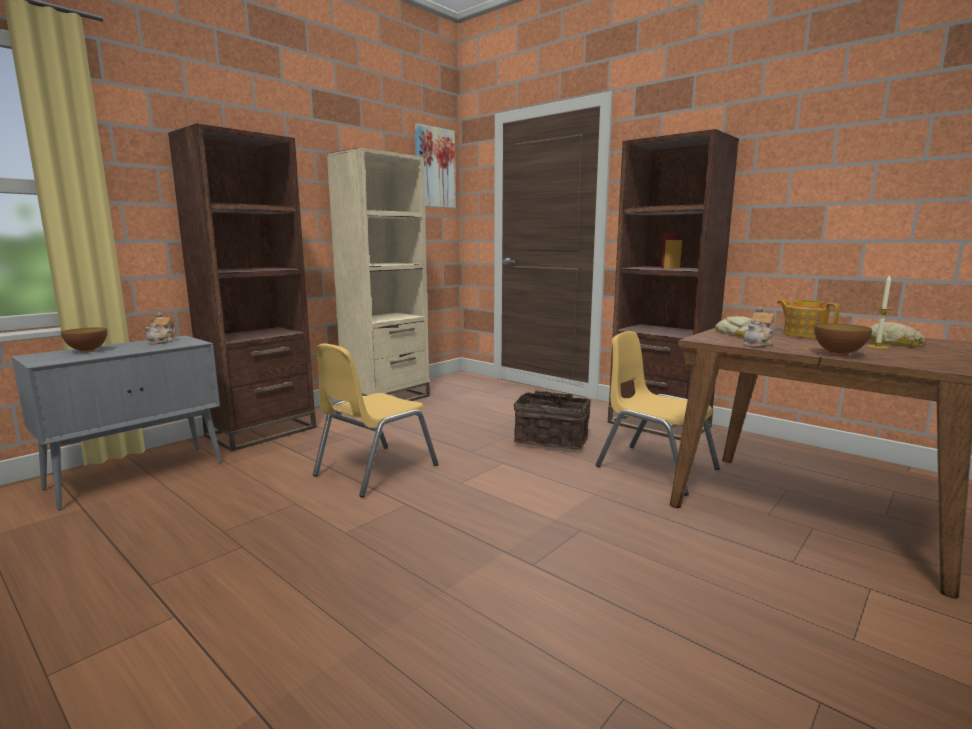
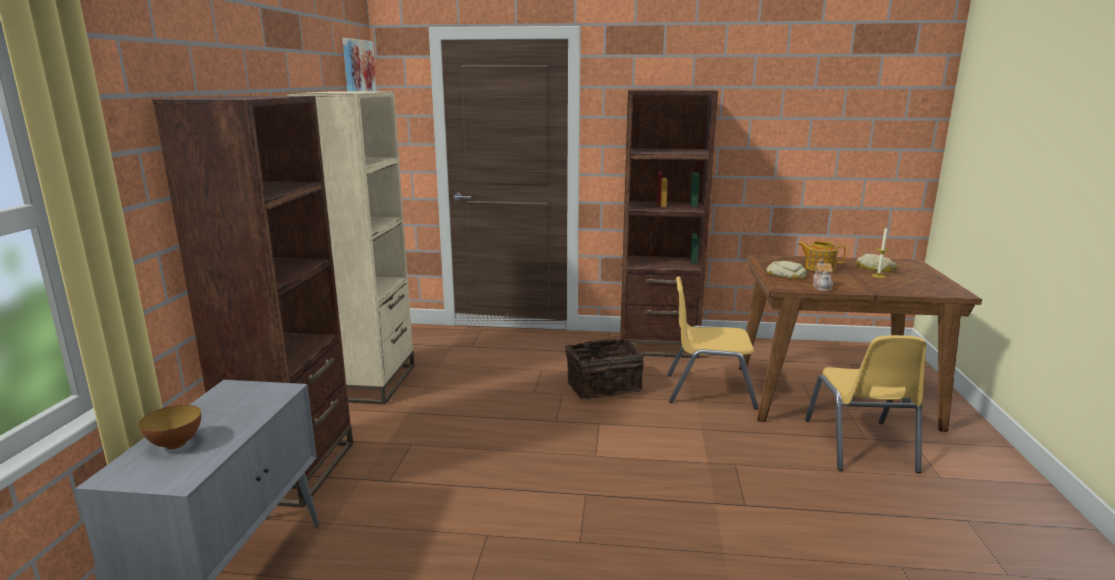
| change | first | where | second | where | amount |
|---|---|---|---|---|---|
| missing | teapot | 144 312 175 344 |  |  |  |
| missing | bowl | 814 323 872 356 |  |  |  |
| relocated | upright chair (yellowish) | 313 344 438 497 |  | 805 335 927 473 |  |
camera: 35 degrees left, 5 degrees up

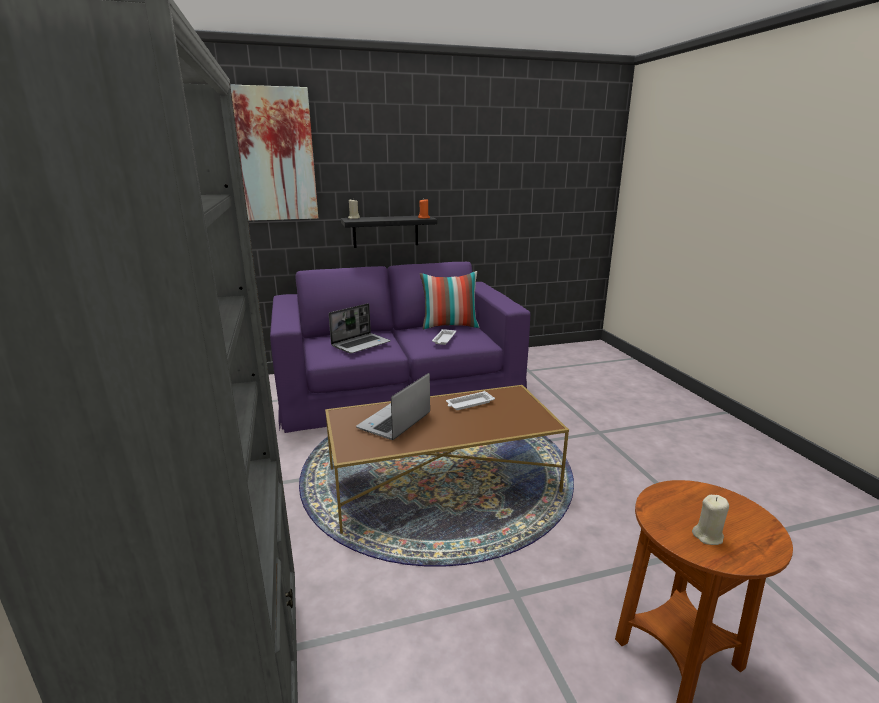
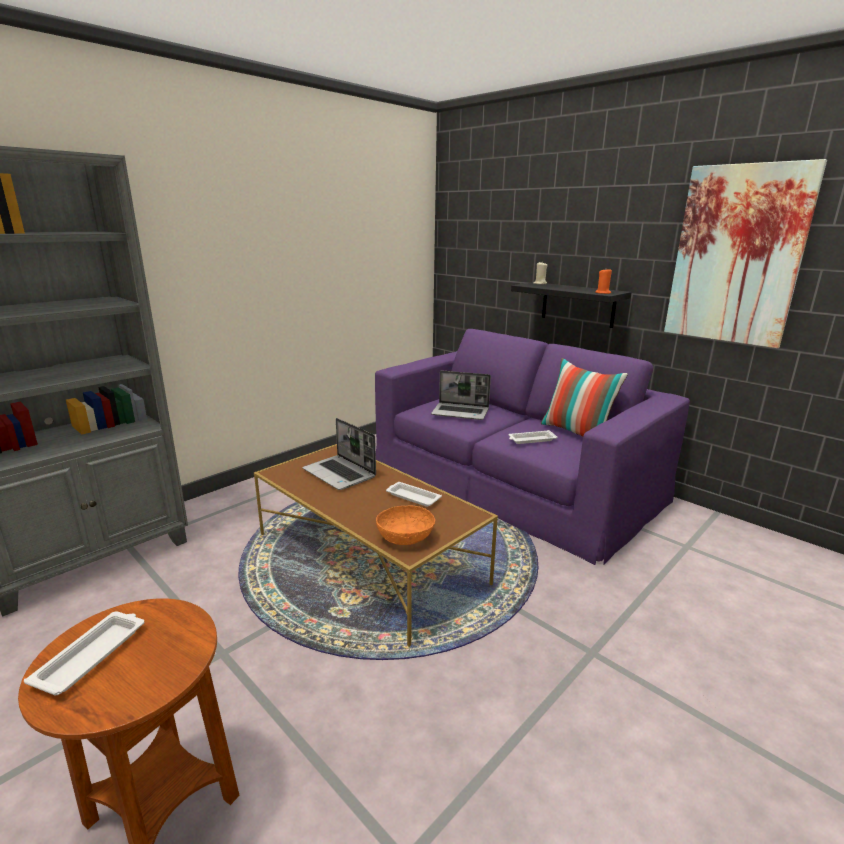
| change | first | where | second | where | amount |
|---|---|---|---|---|---|
| relocated | wall art | 230 84 318 221 |  | 664 159 827 348 |  |
| spun | laptop | 356 373 430 440 |  | 302 418 376 490 | 135 degrees counterclockwise |
| exchanged | wax light (beige-coloured) | 692 495 729 545 | tray (white) | 24 611 144 695 |  |
| appeared |  |  | bowl (orange-coloured) | 376 505 435 545 |  |
camera: 60 degrees right, 0 degrees up

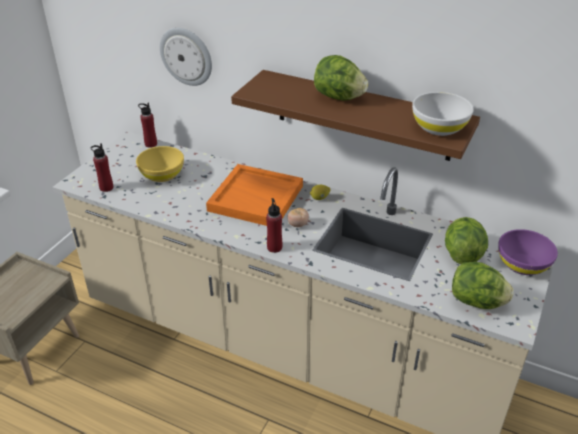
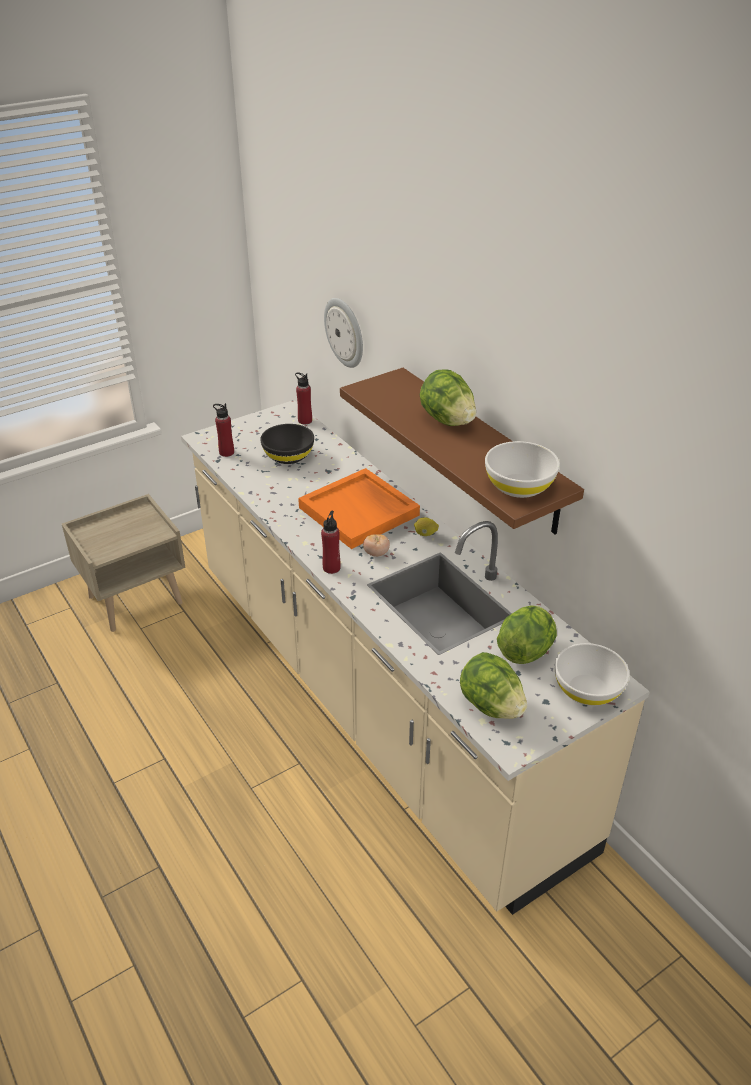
| change | first | where | second | where | amount |
|---|---|---|---|---|---|
| colour | bowl (yellowish) | 136 146 184 182 | bowl (blackish) | 260 424 314 464 |  |
| colour | bowl (purplish) | 498 229 558 275 | bowl (white) | 555 643 629 706 |  |
camera: 30 degrees right, 0 degrees up

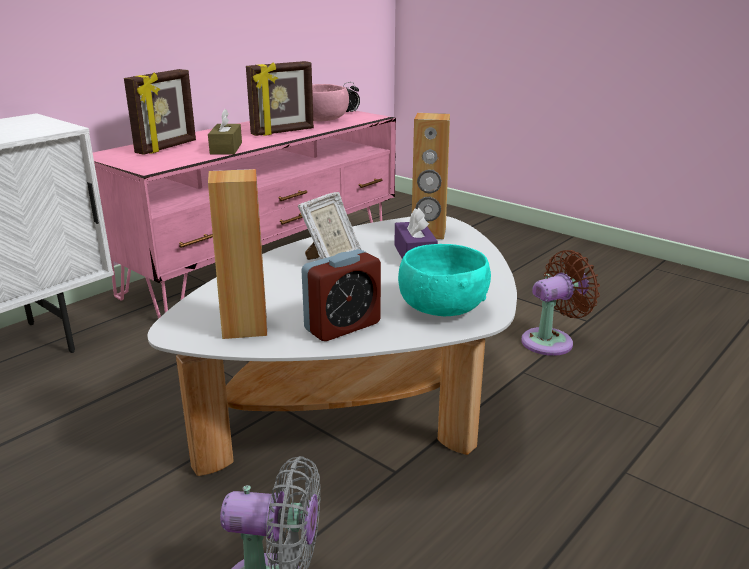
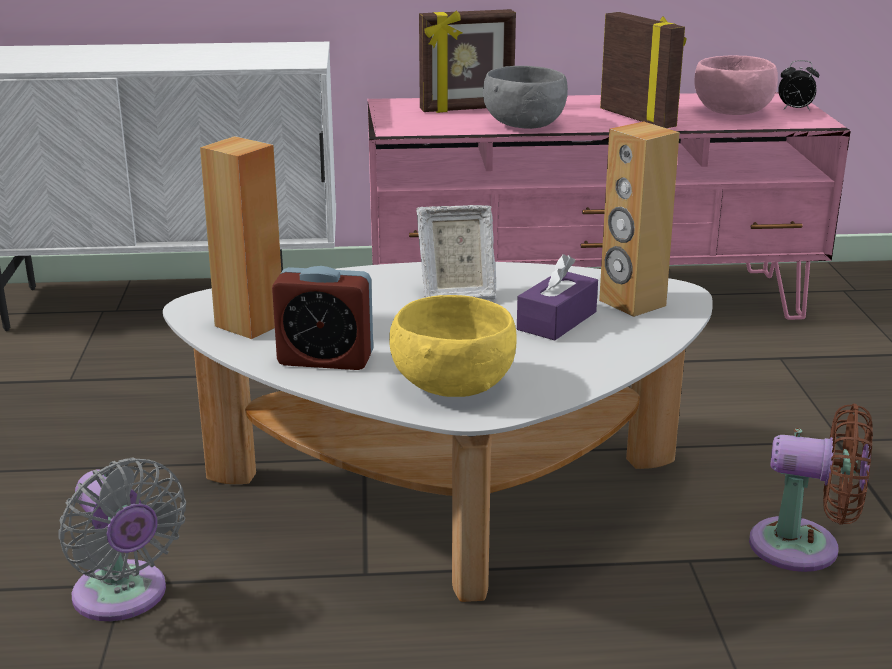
| change | first | where | second | where | amount |
|---|---|---|---|---|---|
| spun | photo frame | 246 61 314 136 |  | 600 12 686 128 | 135 degrees counterclockwise |
| exchanged | tissue holder (brown-coloured) | 208 109 242 154 | bowl (greyish) | 483 66 568 129 |  |
| colour | bowl (turquoise) | 398 244 491 316 | bowl (yellowish) | 389 295 517 397 |  |
camera: 45 degrees right, 0 degrees up

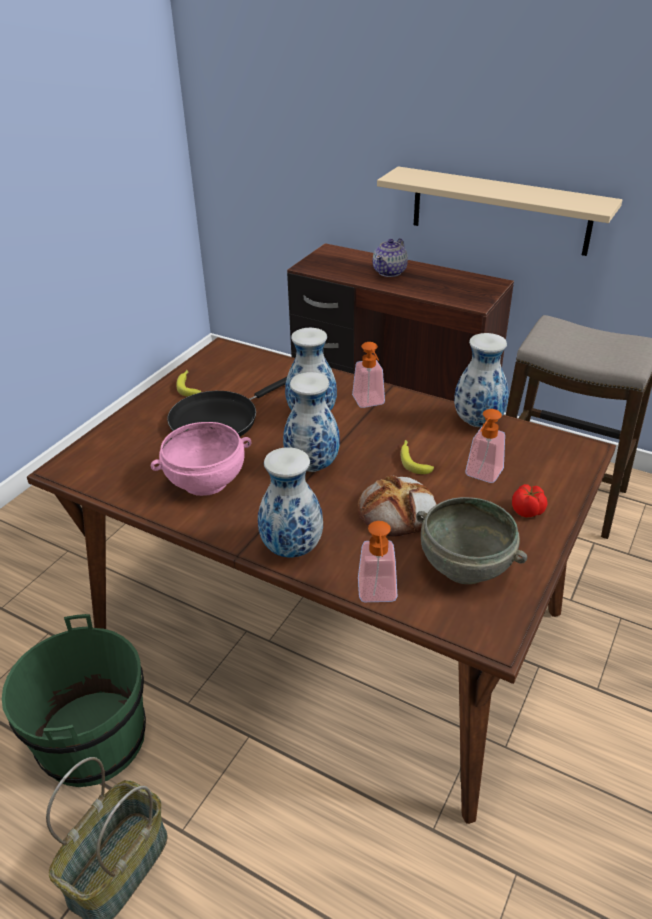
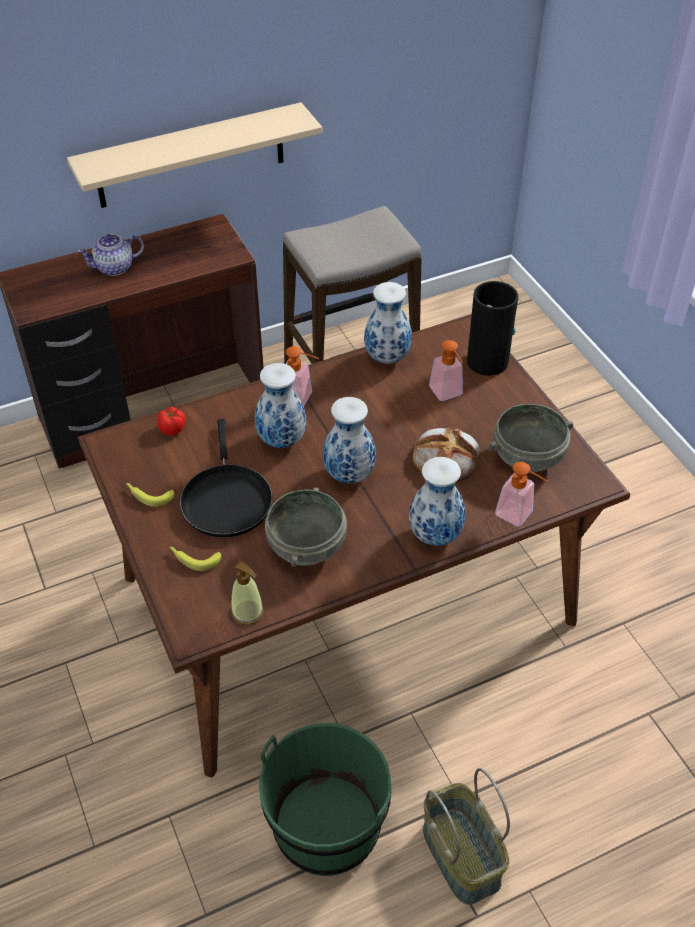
| change | first | where | second | where | amount |
|---|---|---|---|---|---|
| spun | teapot | 373 238 408 277 |  | 77 234 144 276 | 90 degrees clockwise |
| colour | bowl (pink-coloured) | 151 422 252 496 | bowl (greyish) | 265 487 347 567 |  |
| relocated | whole banana | 401 440 434 474 |  | 169 547 221 571 |  |
| relocated | whole tomato | 512 484 547 517 |  | 157 407 186 435 |  |
| appeared |  |  | vase | 467 281 518 376 |  |
| appeared |  |  | liquid soap bottle | 231 561 264 625 |  |
camera: 55 degrees left, 10 degrees up

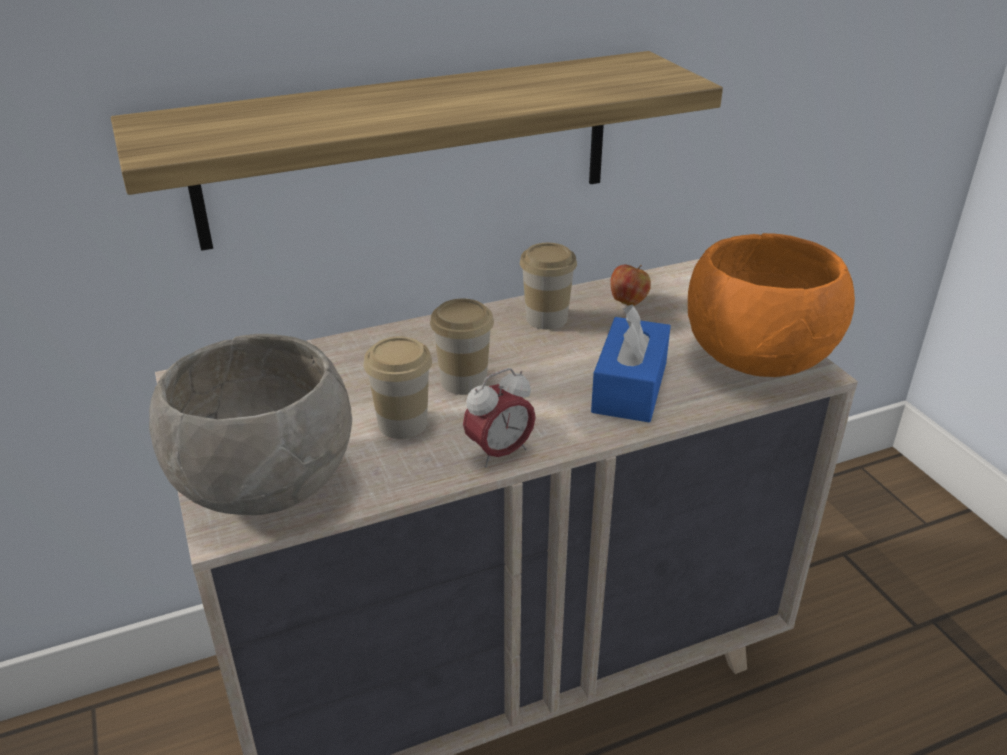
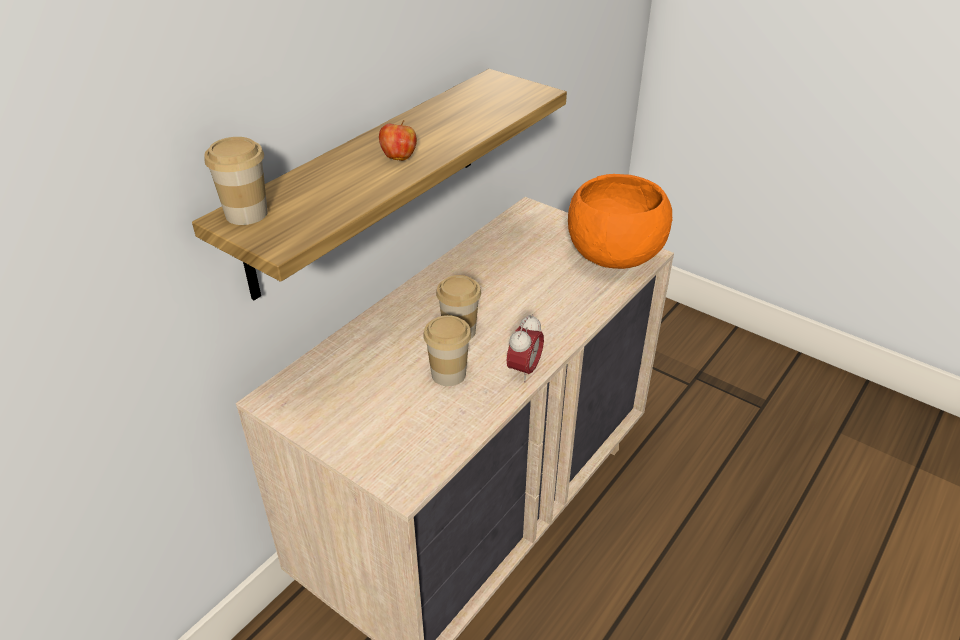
| change | first | where | second | where | amount |
|---|---|---|---|---|---|
| relocated | small cup | 520 243 577 330 |  | 204 137 268 225 |  |
| relocated | whole apple | 610 264 651 306 |  | 379 120 417 161 |  |
| missing | tissue holder (blue-coloured) | 591 304 671 422 |  |  |  |
| missing | bowl (greyish) | 149 334 352 515 |  |  |  |
camera: 30 degrees left, 5 degrees up

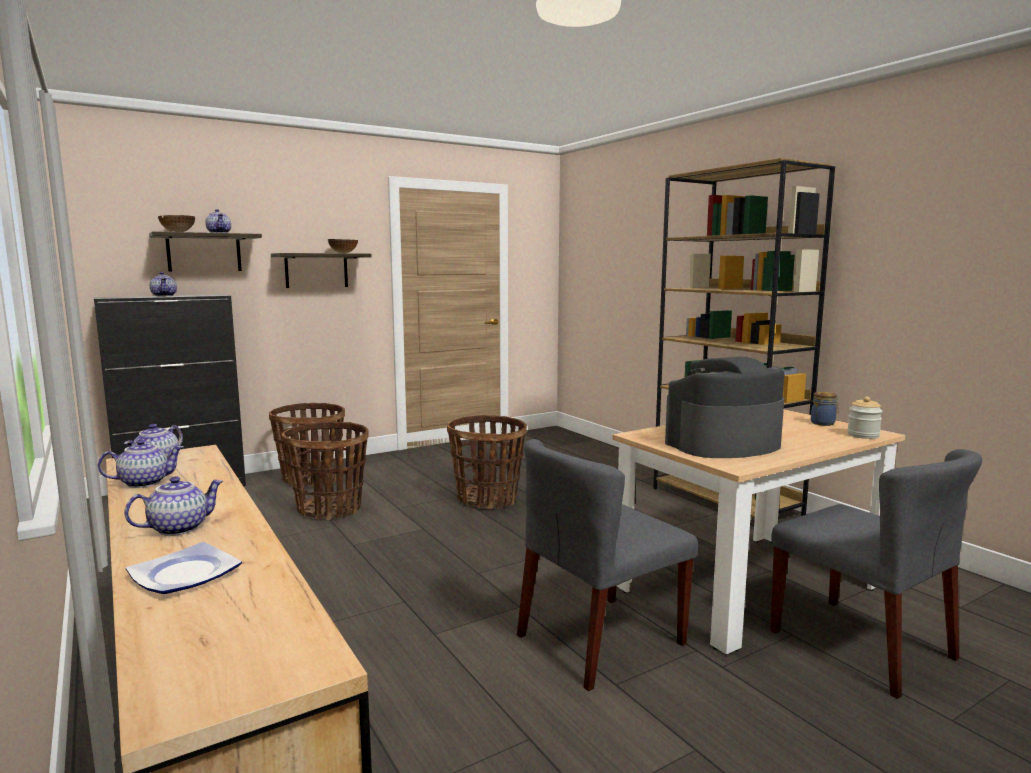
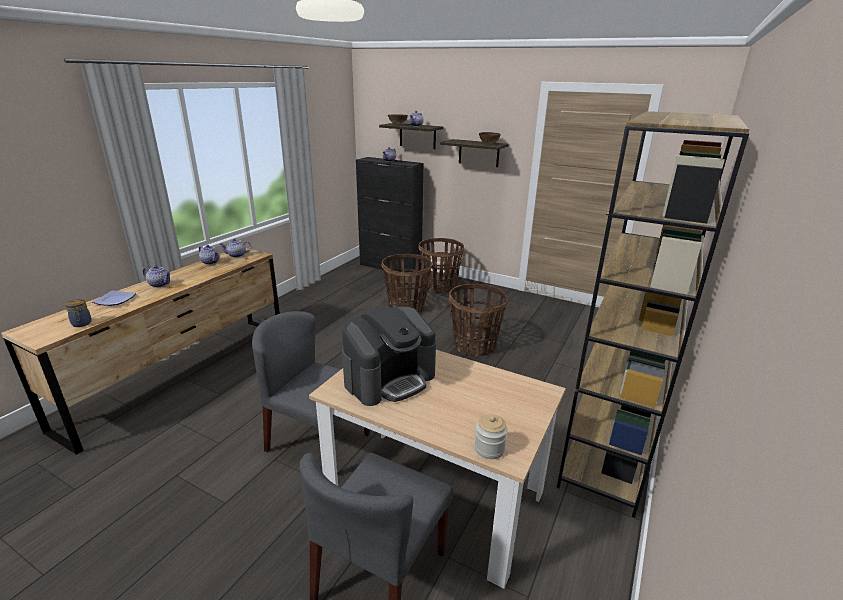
| change | first | where | second | where | amount |
|---|---|---|---|---|---|
| spun | coffee maker | 665 357 785 458 |  | 342 306 436 406 | 105 degrees clockwise |
| relocated | jar | 811 392 839 426 |  | 65 299 92 327 |  |
camera: 60 degrees right, 15 degrees up

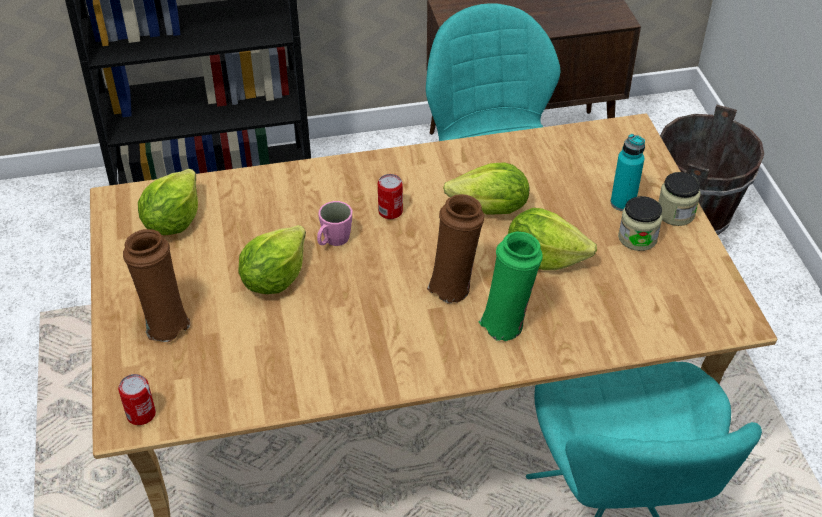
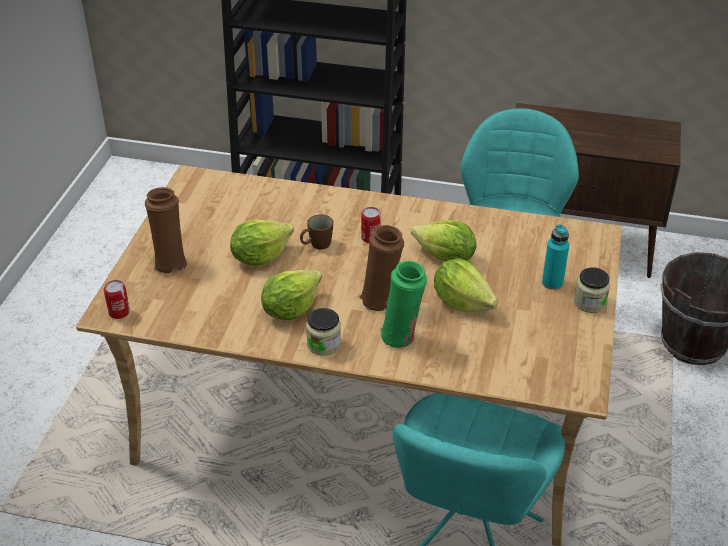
| change | first | where | second | where | amount |
|---|---|---|---|---|---|
| relocated | lettuce head | 138 169 198 235 |  | 261 270 322 320 |  |
| relocated | jar | 618 196 662 251 |  | 306 308 341 356 |  |
| colour | mug (pink-coloured) | 317 201 352 246 | mug (brown-coloured) | 300 215 334 249 |  |
camera: 25 degrees right, 5 degrees down

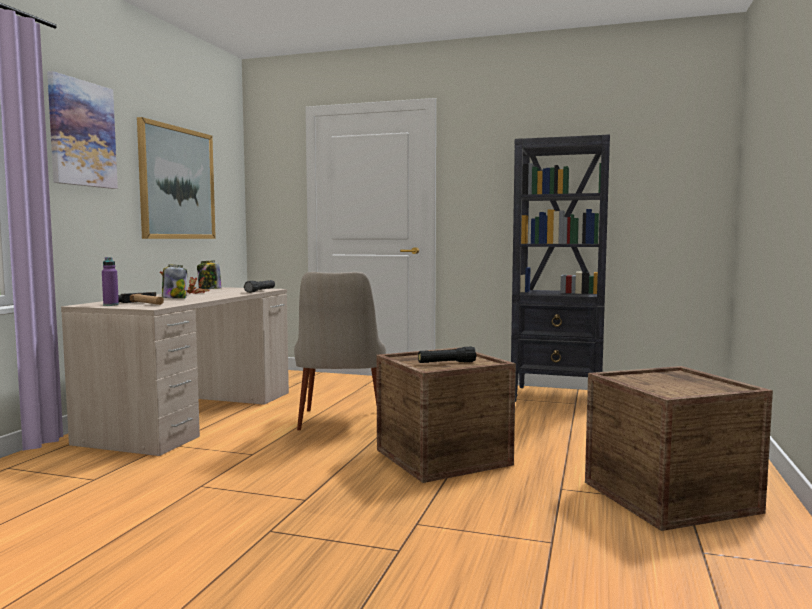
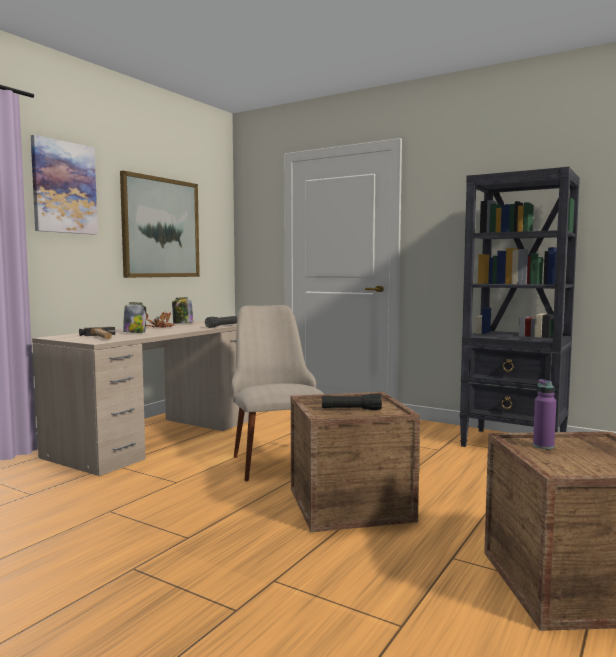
| change | first | where | second | where | amount |
|---|---|---|---|---|---|
| relocated | beverage bottle (purplish) | 102 257 119 306 |  | 533 379 556 449 |  |
| spun | upright chair (beige-coloured) | 294 272 386 430 |  | 232 305 324 481 | 150 degrees clockwise |
camera: 15 degrees right, 0 degrees up

